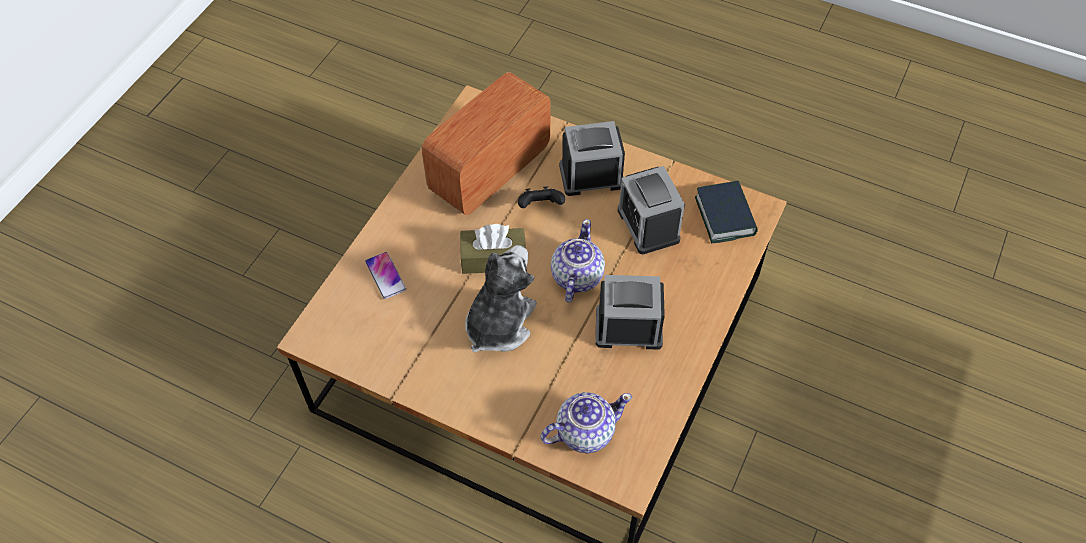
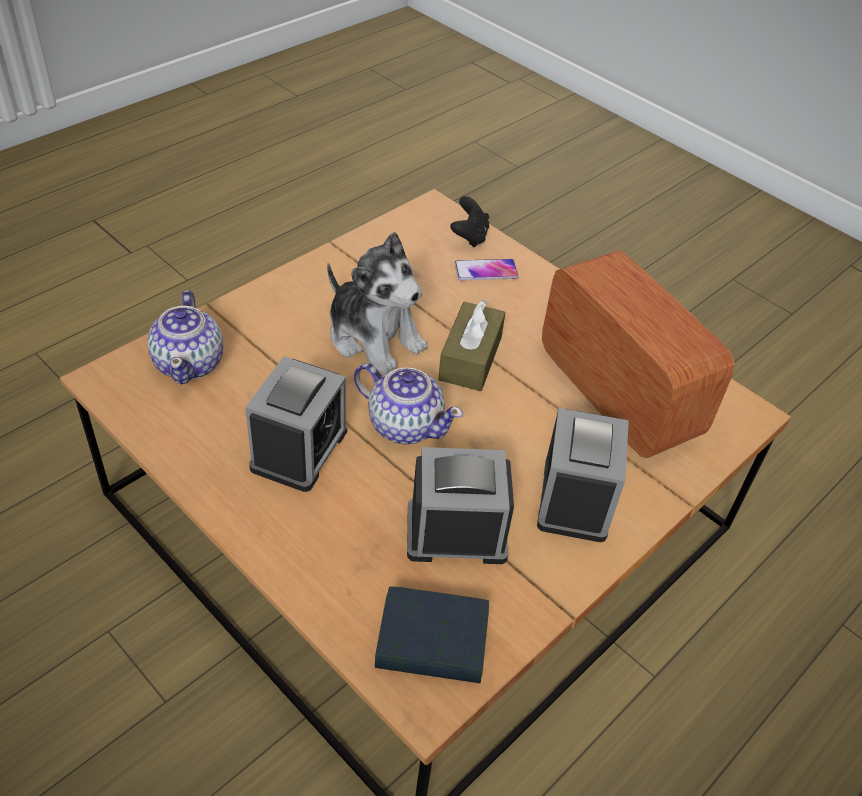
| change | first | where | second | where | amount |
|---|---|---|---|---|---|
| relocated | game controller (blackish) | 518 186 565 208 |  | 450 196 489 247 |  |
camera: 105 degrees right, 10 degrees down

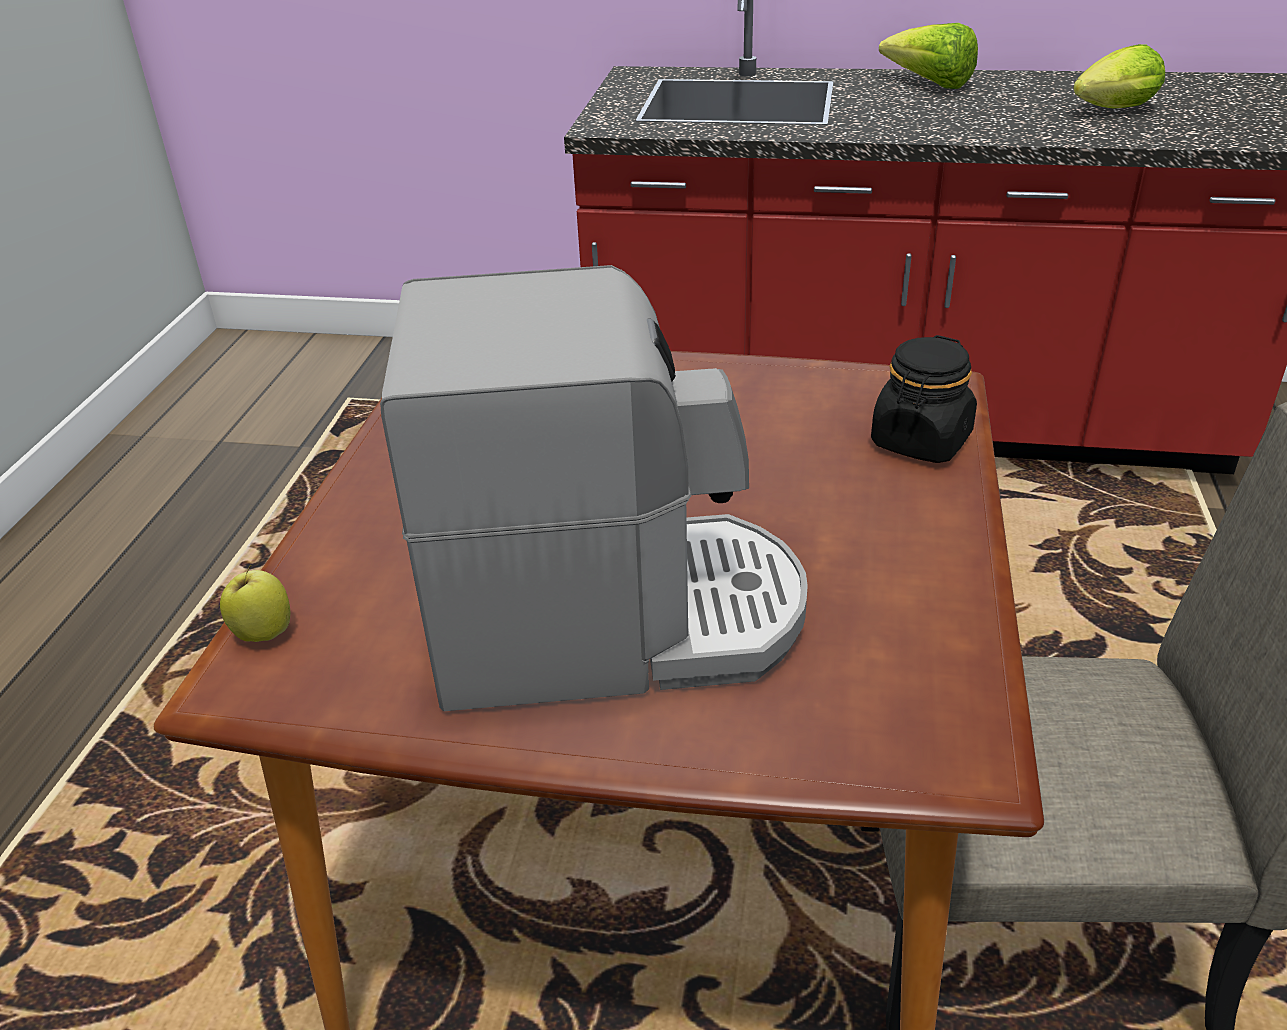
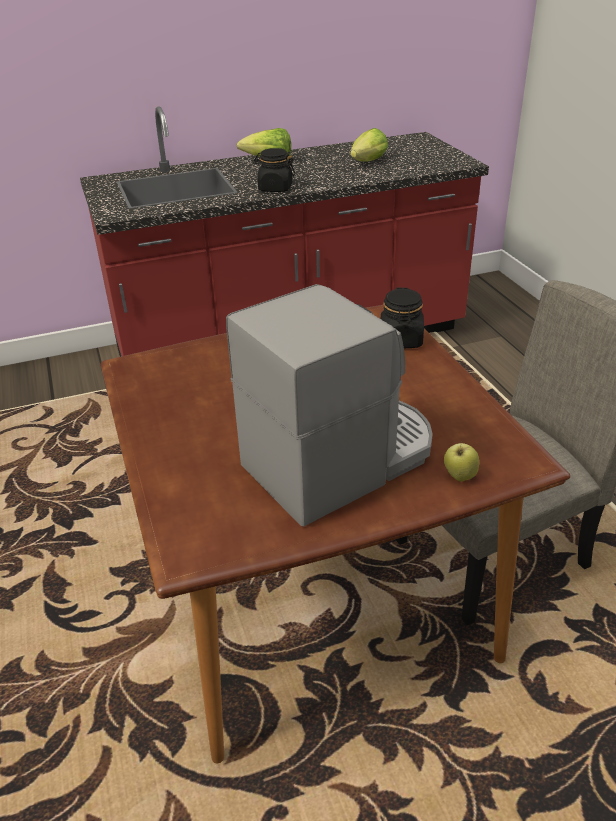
| change | first | where | second | where | amount |
|---|---|---|---|---|---|
| relocated | whole apple | 220 565 290 642 |  | 444 440 479 482 |  |
| appeared |  |  | jar (blackish) | 253 148 295 192 |  |
camera: 30 degrees left, 0 degrees up

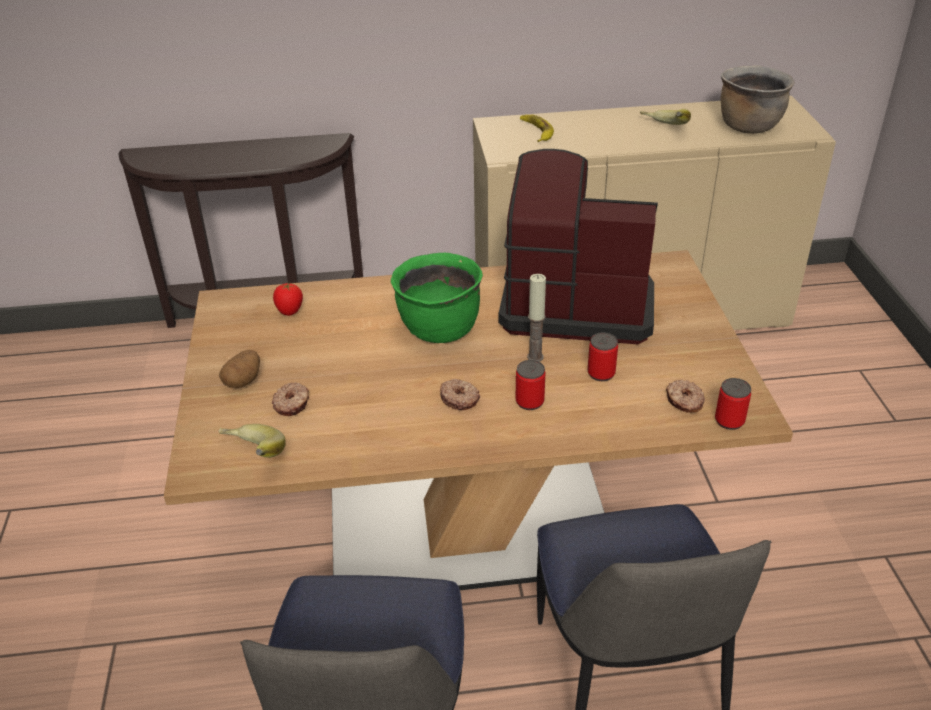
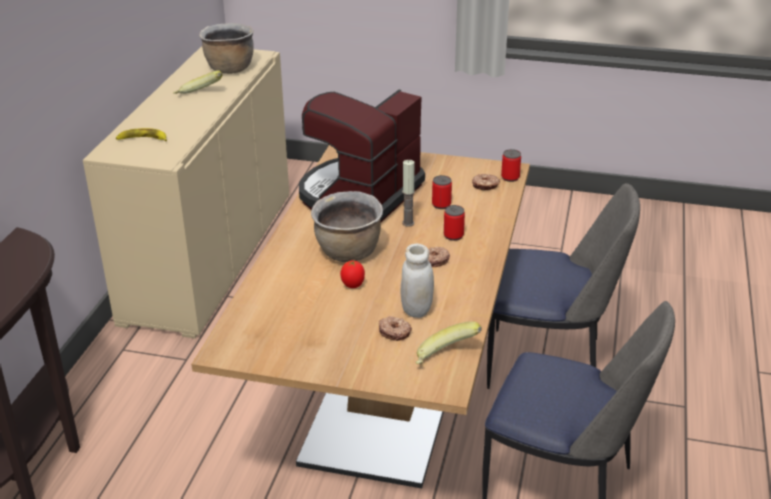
| change | first | where | second | where | amount |
|---|---|---|---|---|---|
| colour | saucepot (green) | 391 253 483 343 | saucepot (brown-coloured) | 311 191 383 262 |  |
| relocated | whole tomato | 273 283 303 316 |  | 340 260 365 288 |  |
| missing | whole potato | 219 350 260 388 |  |  |  |
| appeared |  |  | jar (white) | 401 244 434 318 |  |
camera: 70 degrees left, 5 degrees down

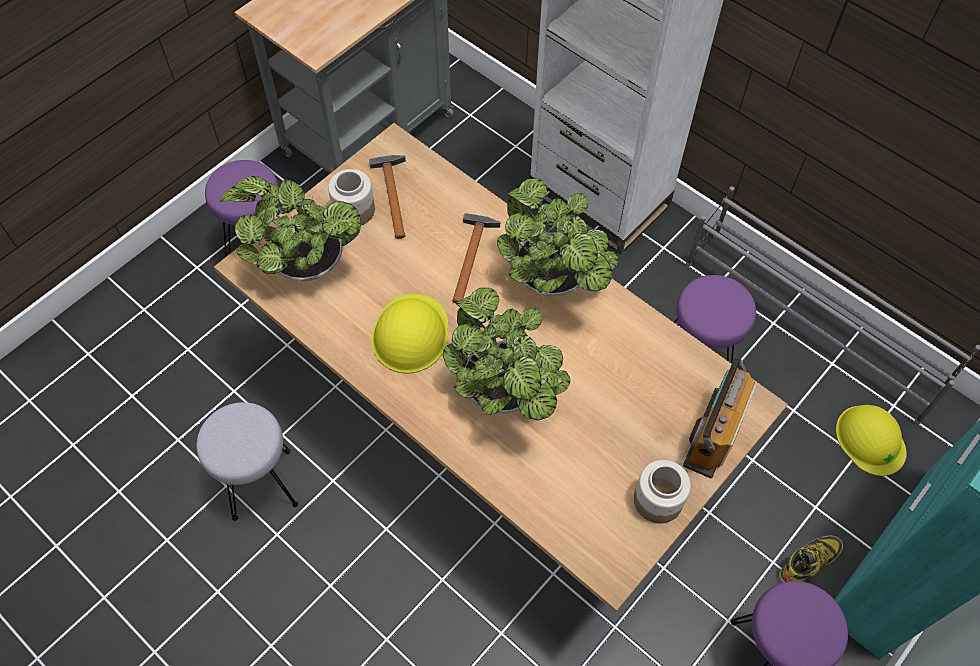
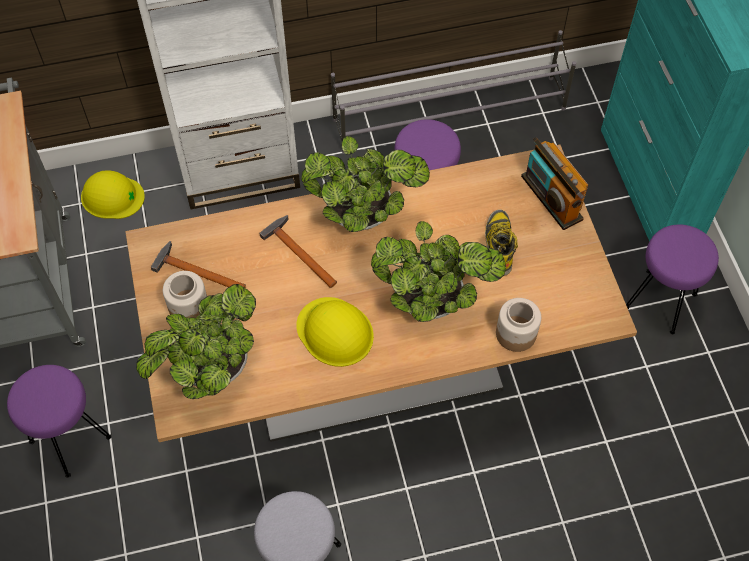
| change | first | where | second | where | amount |
|---|---|---|---|---|---|
| relocated | work helmet (yellowish) | 836 405 907 476 |  | 81 170 145 219 |  |
| relocated | jar | 634 460 691 524 |  | 496 298 541 352 |  |
| relocated | tall boot | 779 535 843 583 |  | 485 210 518 276 |  |
camera: 55 degrees left, 0 degrees up

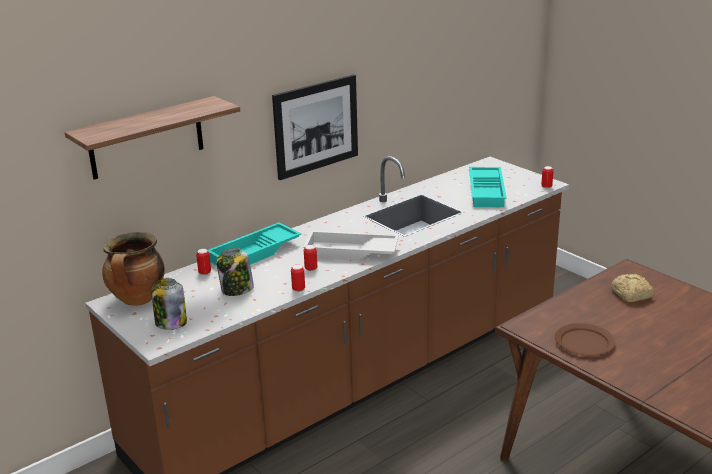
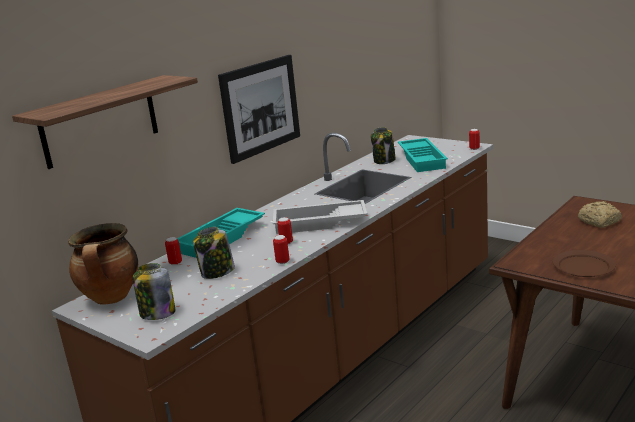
| change | first | where | second | where | amount |
|---|---|---|---|---|---|
| appeared |  |  | jar | 371 127 396 164 |  |
camera: 10 degrees left, 5 degrees down

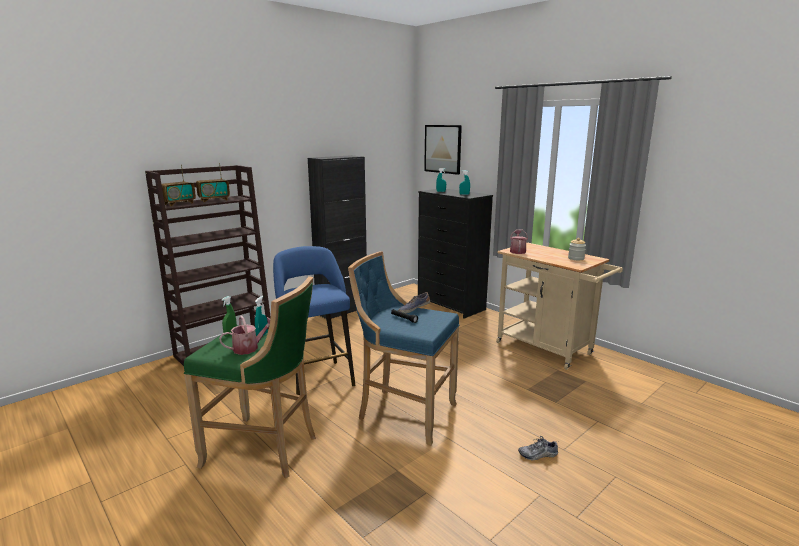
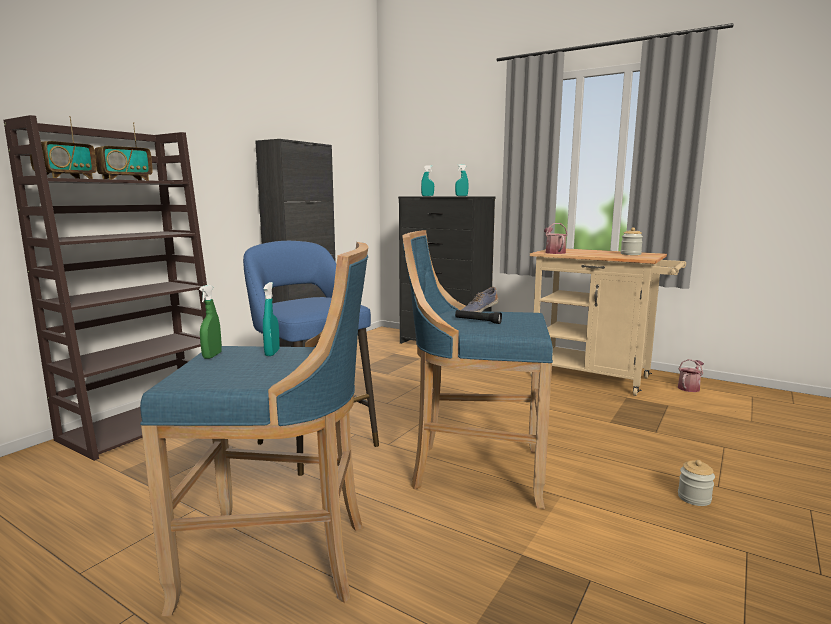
| change | first | where | second | where | amount |
|---|---|---|---|---|---|
| missing | wall art | 424 125 462 175 |  |  |  |
| colour | sitting stool (green) | 184 276 316 478 | sitting stool (blue-coloured) | 140 242 368 616 |  |
| relocated | watering pot | 219 315 270 355 |  | 678 359 704 392 |  |
| exchanged | item of footwear | 518 436 558 461 | jar | 678 460 715 506 |  |
camera: 15 degrees left, 5 degrees down

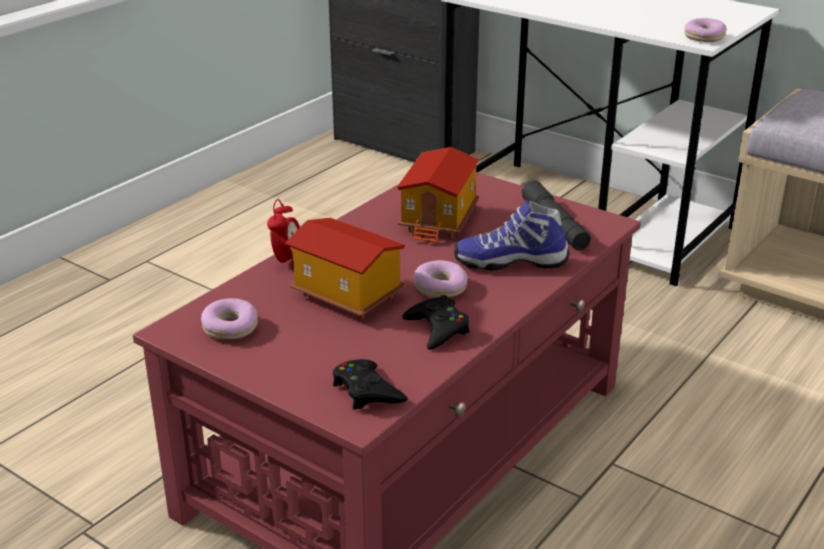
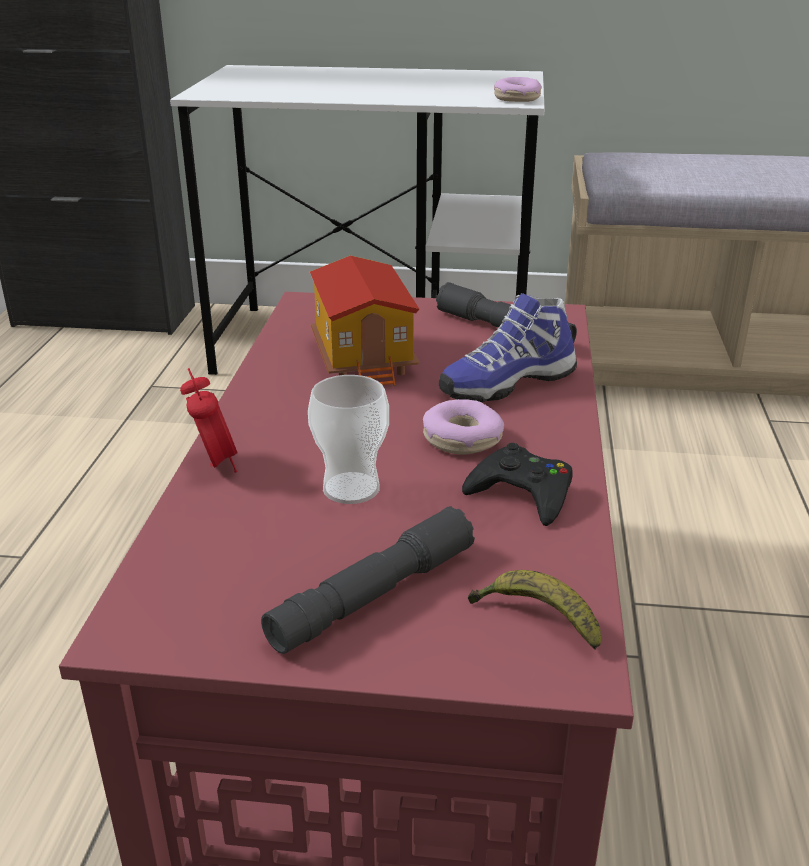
| change | first | where | second | where | amount |
|---|---|---|---|---|---|
| exchanged | model house | 285 218 405 319 | small cup | 308 375 389 504 |  |
| missing | doughnut | 201 298 258 340 |  |  |  |
| exchanged | game controller (blackish) | 333 359 408 410 | whole banana | 468 570 601 650 |  |
| appeared |  |  | torch (greyish) | 261 506 475 654 |  |
camera: 30 degrees left, 0 degrees up

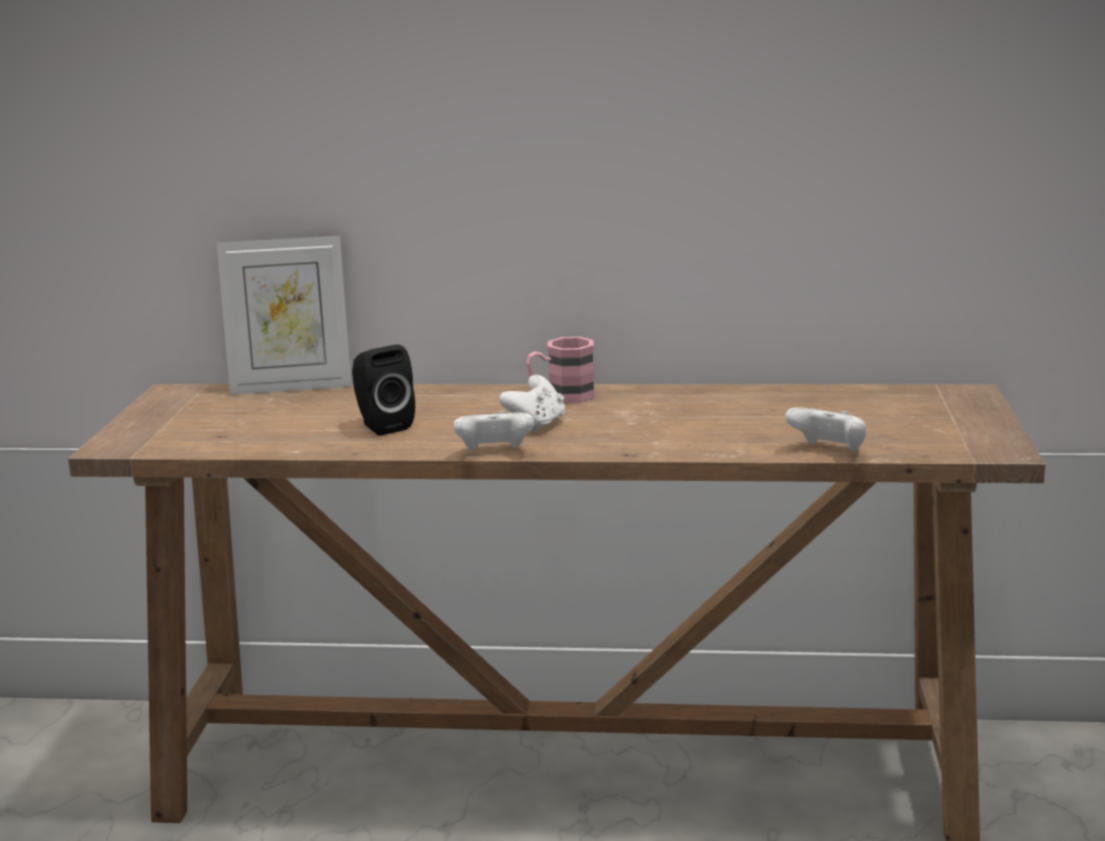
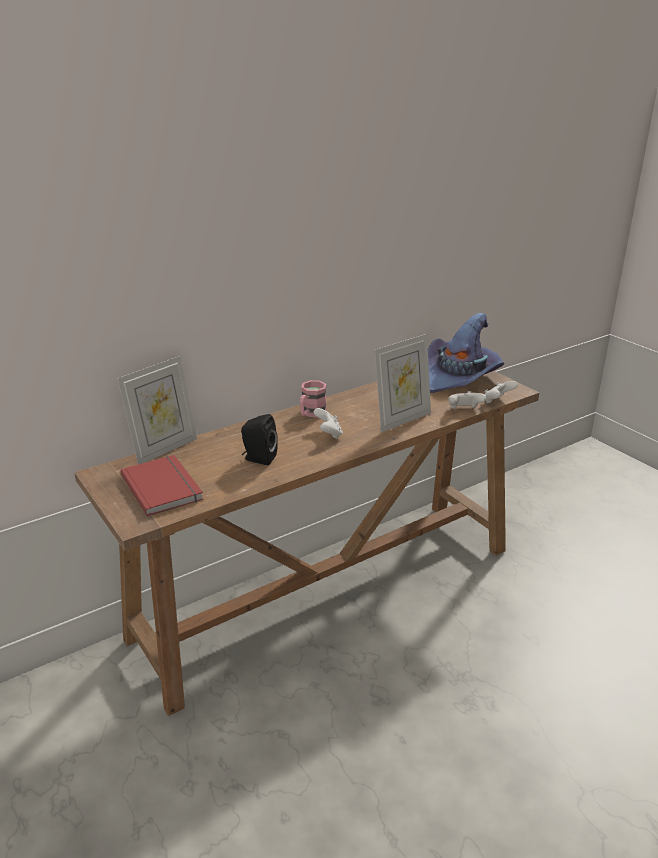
| change | first | where | second | where | amount |
|---|---|---|---|---|---|
| relocated | game controller (white) | 453 411 534 451 |  | 484 381 518 404 |  |
| appeared |  |  | wearable hat (purplish) | 428 313 504 393 |  |
| appeared |  |  | photo frame | 375 334 431 432 |  |
| appeared |  |  | book (red) | 120 455 203 516 |  |
camera: 40 degrees left, 10 degrees up

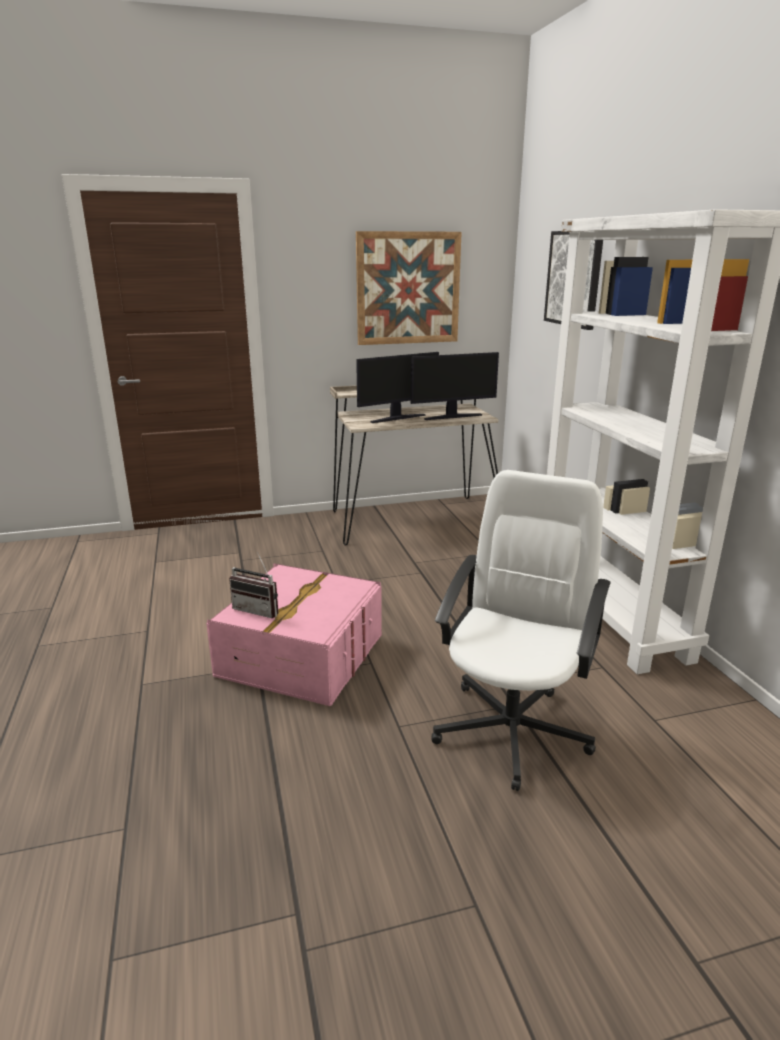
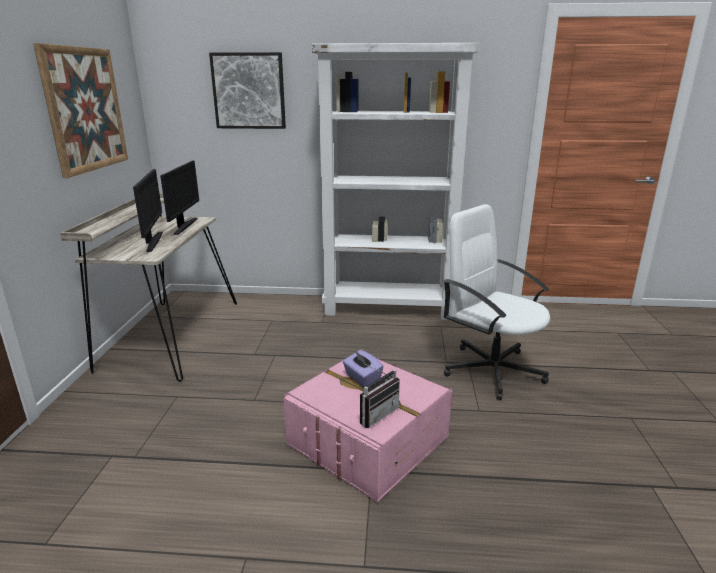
| change | first | where | second | where | amount |
|---|---|---|---|---|---|
| appeared |  |  | tissue holder (purplish) | 343 350 383 387 |  |
camera: 70 degrees left, 0 degrees up

